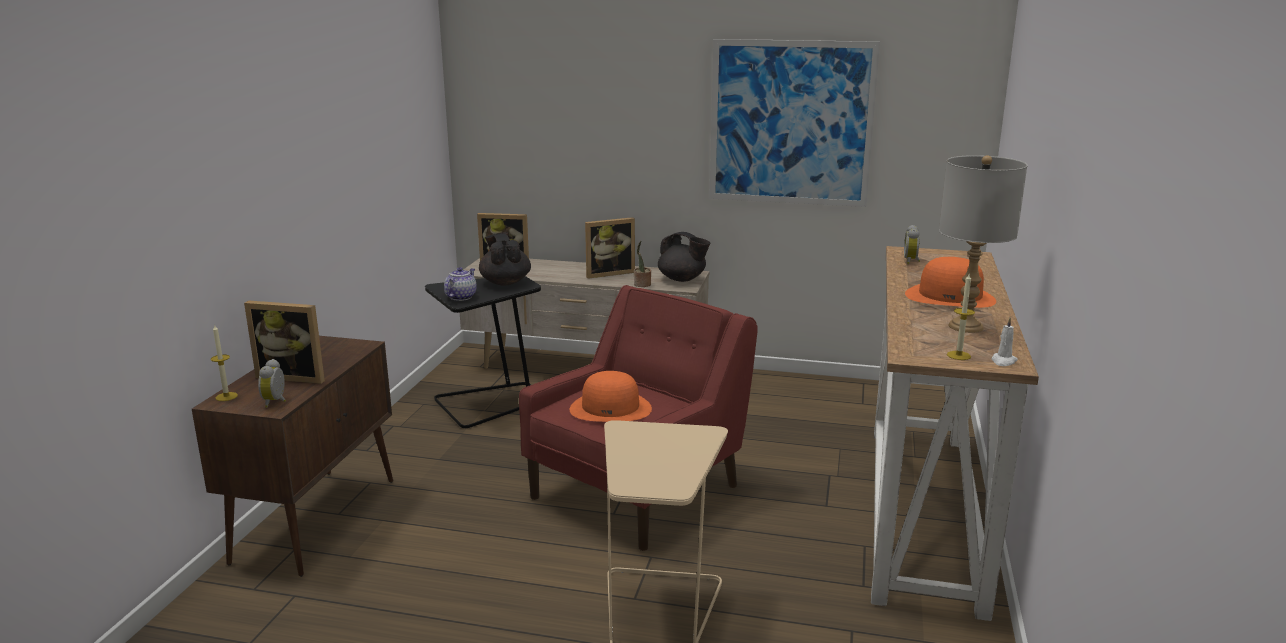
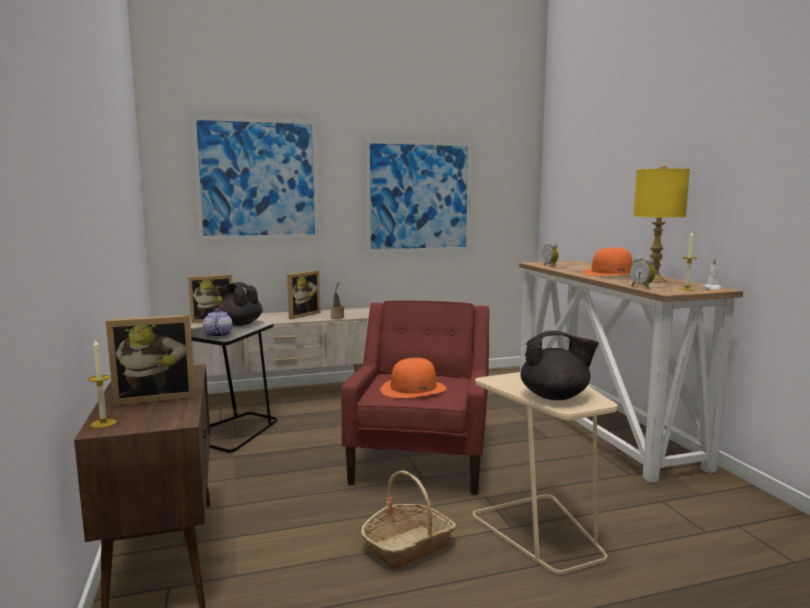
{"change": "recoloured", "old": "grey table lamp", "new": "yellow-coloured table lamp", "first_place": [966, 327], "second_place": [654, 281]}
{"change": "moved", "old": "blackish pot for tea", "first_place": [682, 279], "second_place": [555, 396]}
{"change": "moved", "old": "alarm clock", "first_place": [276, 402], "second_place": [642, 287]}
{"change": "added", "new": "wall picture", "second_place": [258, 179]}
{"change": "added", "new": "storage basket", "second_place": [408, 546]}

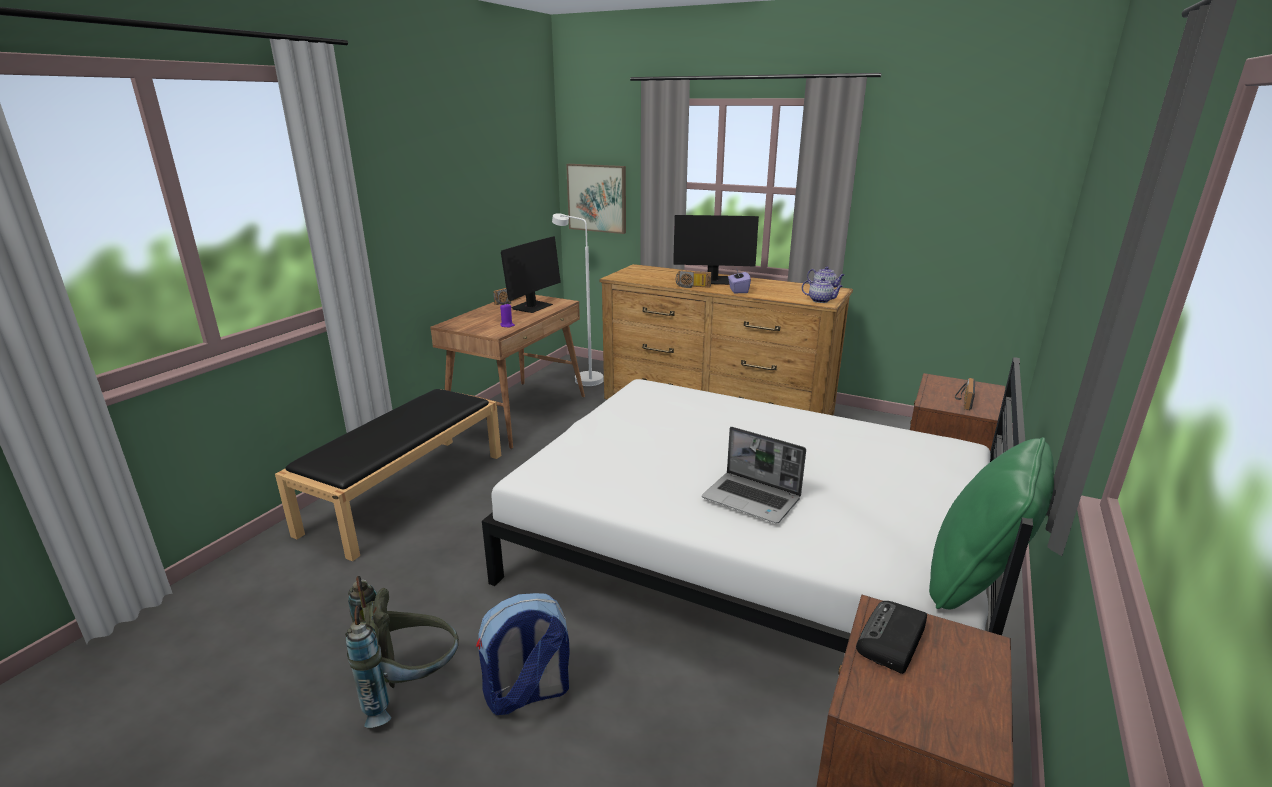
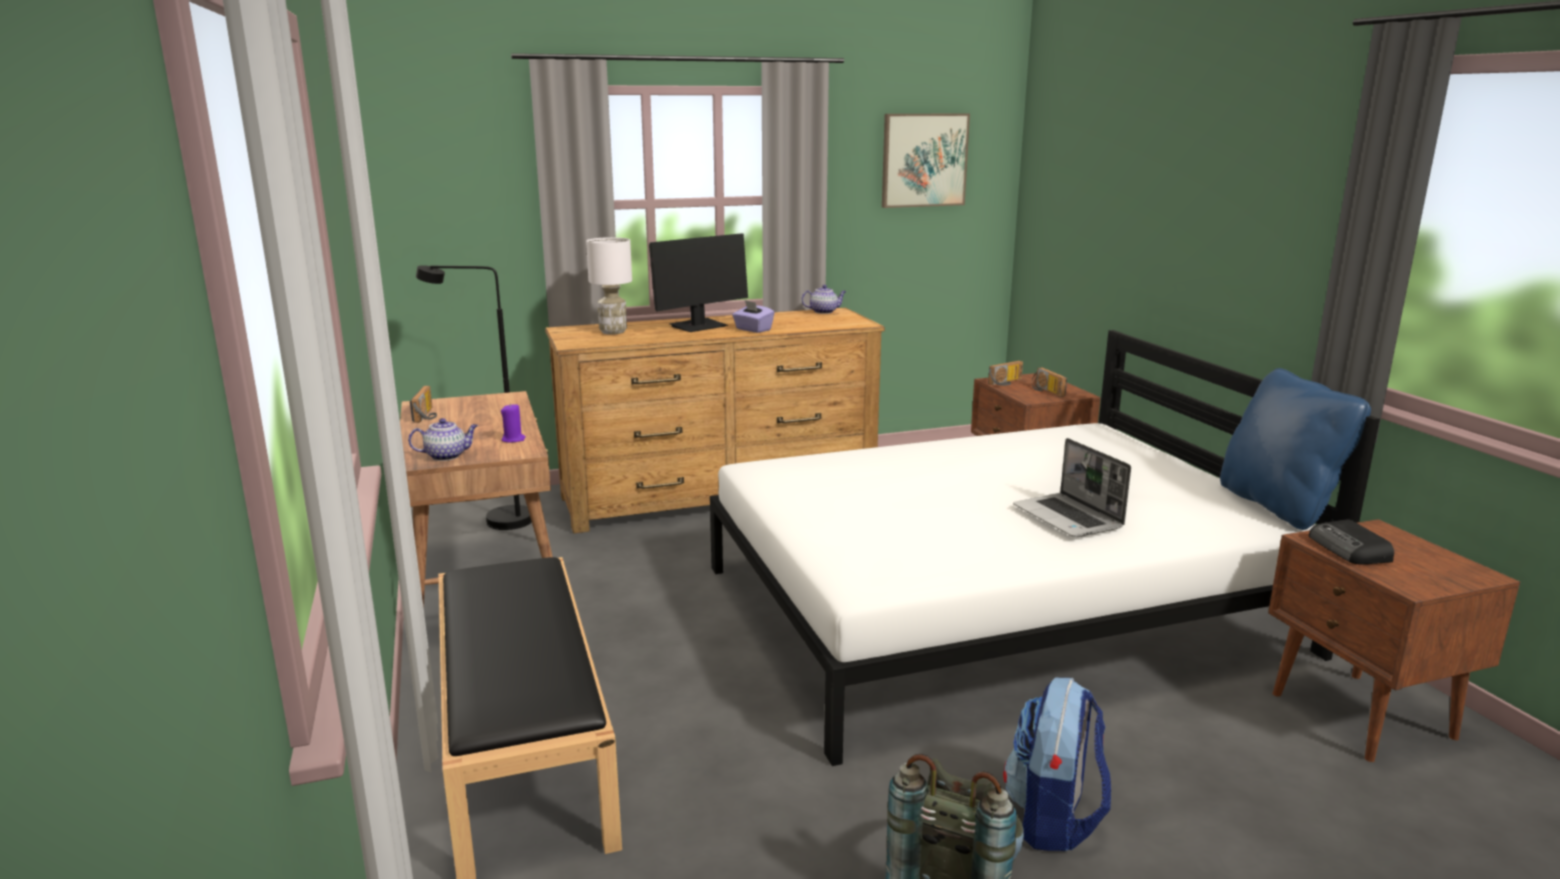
{"change": "moved", "old": "wall picture", "first_place": [597, 198], "second_place": [924, 160]}
{"change": "recoloured", "old": "whitish standard lamp", "new": "blackish standard lamp", "first_place": [583, 378], "second_place": [496, 521]}
{"change": "removed", "old": "computer display", "first_place": [532, 307]}
{"change": "moved", "old": "radio set", "first_place": [692, 286], "second_place": [1006, 382]}
{"change": "moved", "old": "pot for tea", "first_place": [821, 300], "second_place": [447, 456]}
{"change": "turned", "old": "notebook computer", "first_place": [752, 499], "second_place": [1069, 518], "degrees": 75}
{"change": "recoloured", "old": "green throw pillow", "new": "blue throw pillow", "first_place": [975, 580], "second_place": [1279, 506]}
{"change": "added", "new": "whitish table lamp", "second_place": [613, 332]}

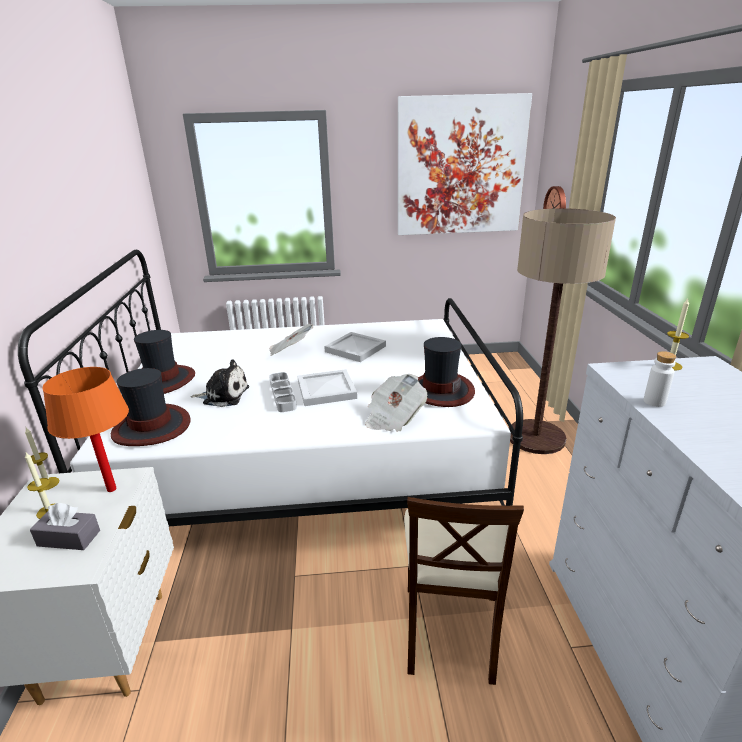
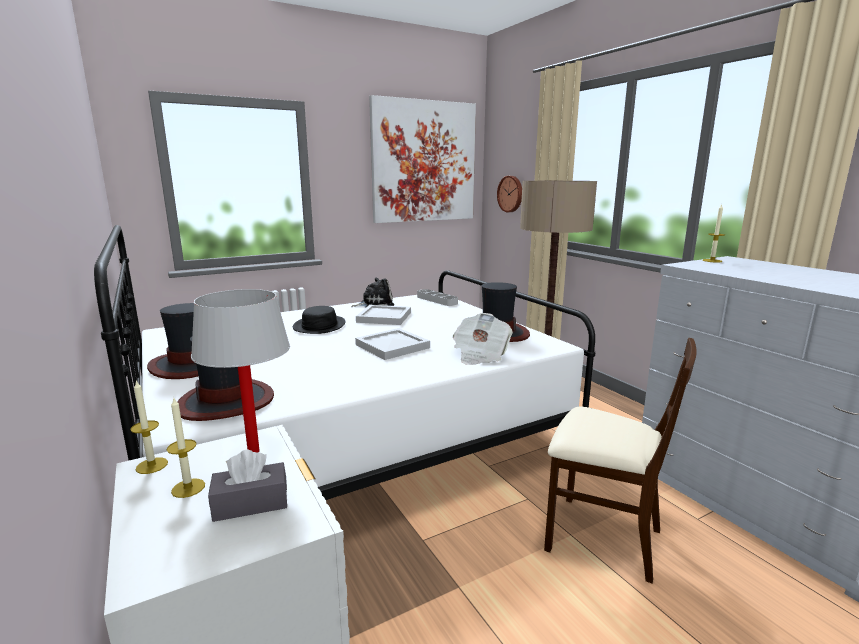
{"change": "replaced", "old": "daily paper", "new": "blackish wearable hat", "first_place": [290, 351], "second_place": [319, 326]}
{"change": "removed", "old": "whitish bottle", "first_place": [654, 402]}
{"change": "moved", "old": "cuddly toy", "first_place": [223, 395], "second_place": [375, 304]}
{"change": "recoloured", "old": "orange table lamp", "new": "whitish table lamp", "first_place": [111, 489], "second_place": [253, 451]}
{"change": "moved", "old": "grey tray", "first_place": [282, 395], "second_place": [437, 300]}
{"change": "turned", "old": "sand-coloured plain chair", "first_place": [450, 629], "second_place": [601, 537], "degrees": -45}

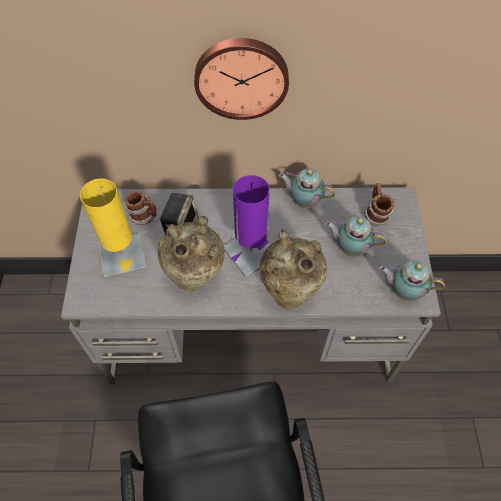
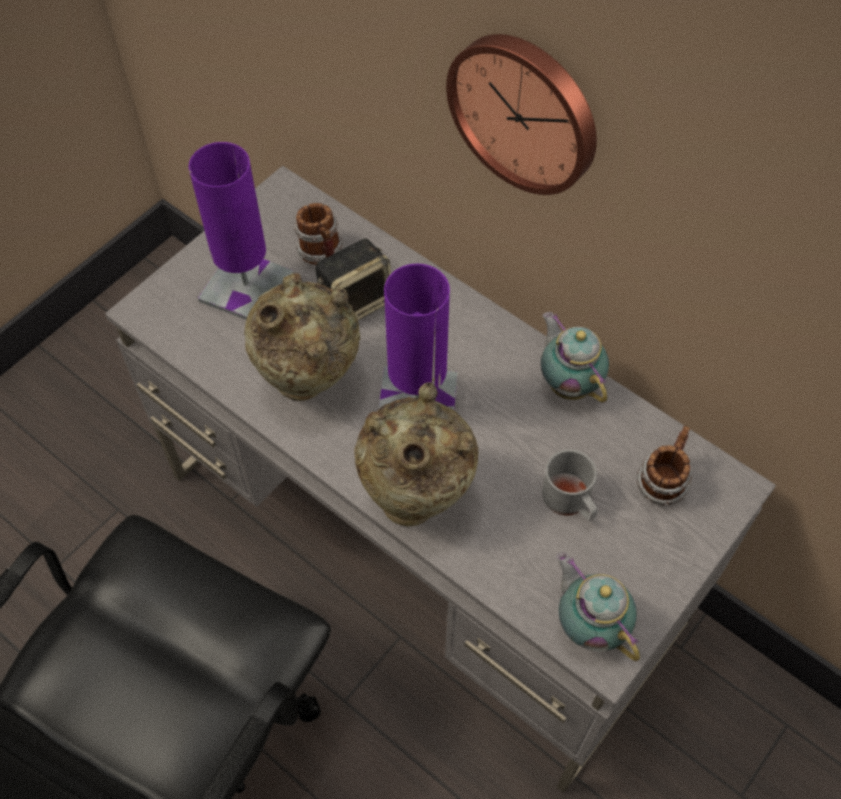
{"change": "recoloured", "old": "yellow-coloured table lamp", "new": "purple table lamp", "first_place": [122, 255], "second_place": [246, 287]}
{"change": "replaced", "old": "pot for tea", "new": "grey coffee mug", "first_place": [350, 248], "second_place": [570, 501]}

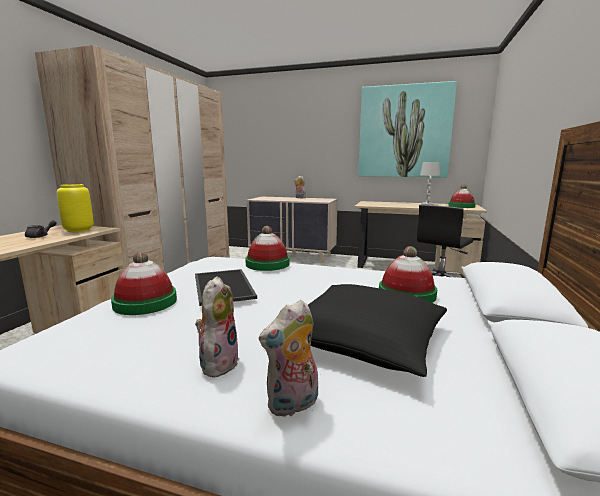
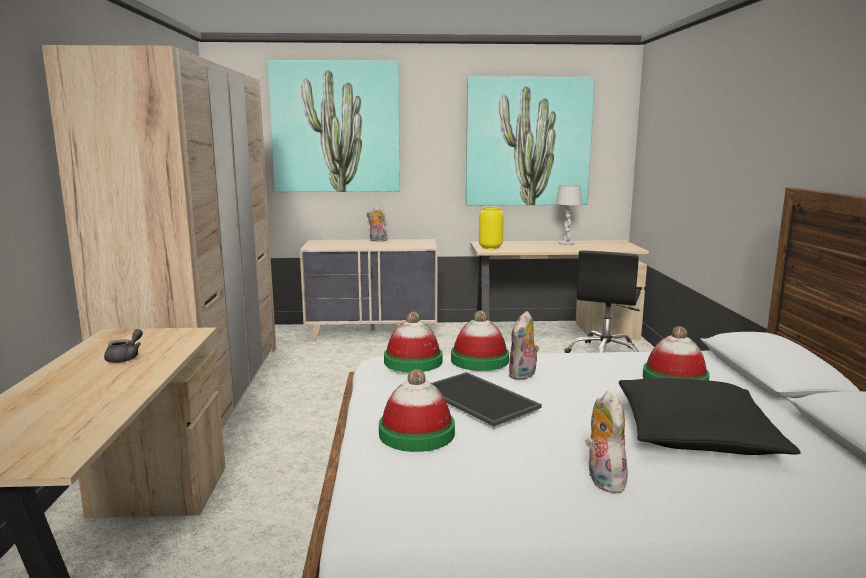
{"change": "moved", "old": "yellow-coloured vase", "first_place": [79, 230], "second_place": [490, 247]}
{"change": "moved", "old": "wearable hat", "first_place": [461, 206], "second_place": [413, 361]}
{"change": "moved", "old": "cuddly toy", "first_place": [293, 405], "second_place": [523, 375]}
{"change": "added", "new": "wall picture", "second_place": [336, 127]}

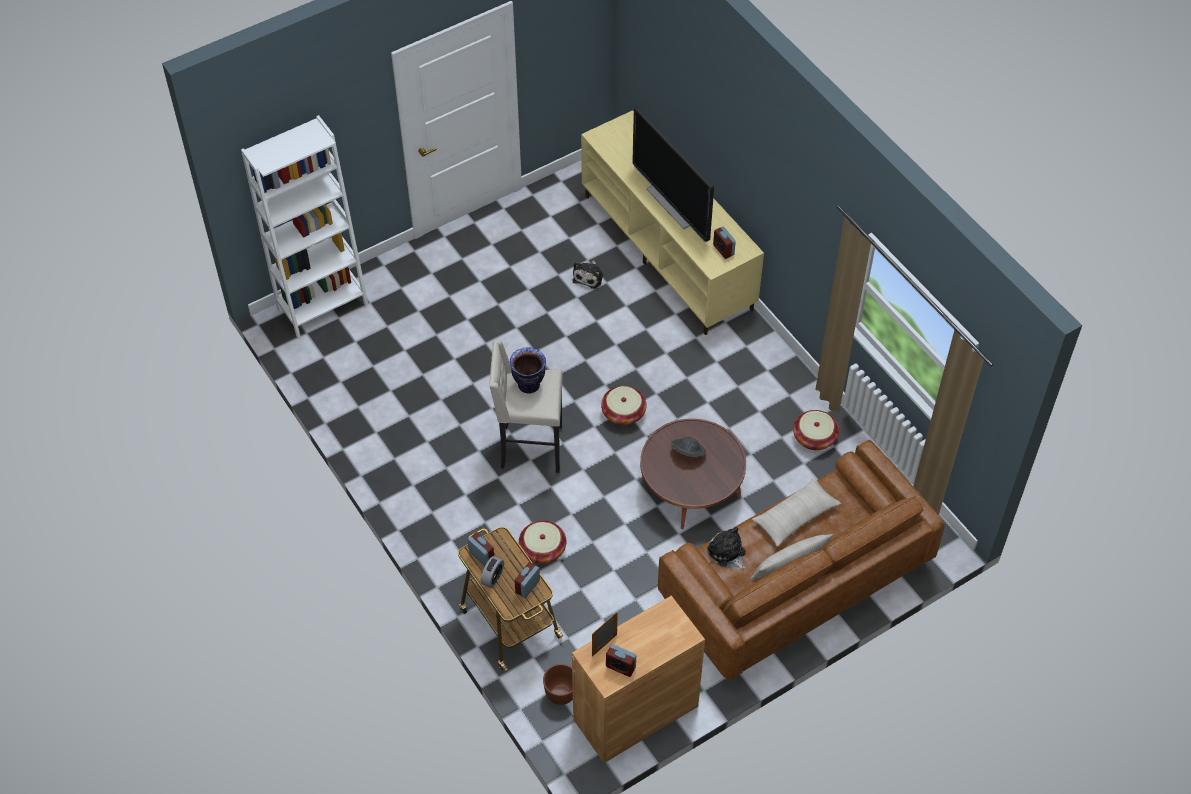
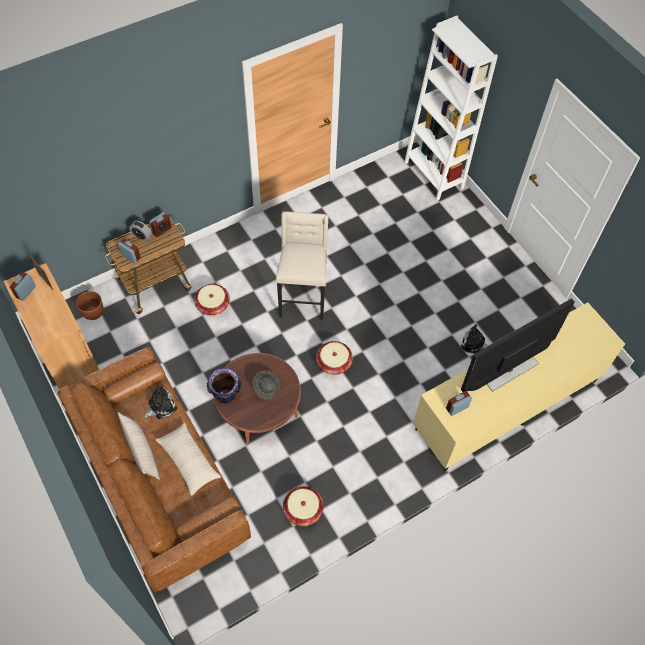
{"change": "moved", "old": "vase", "first_place": [529, 385], "second_place": [226, 396]}

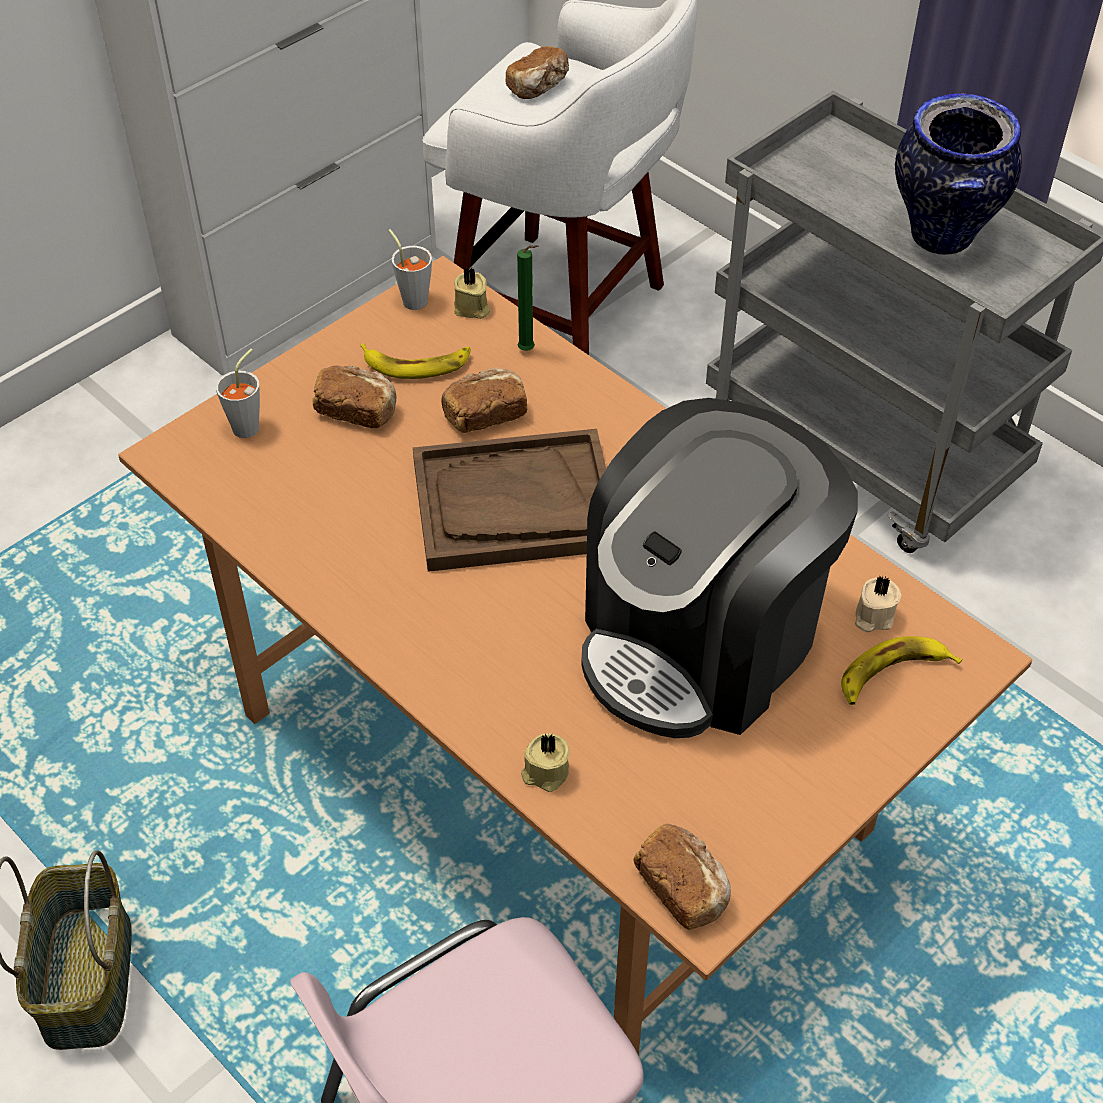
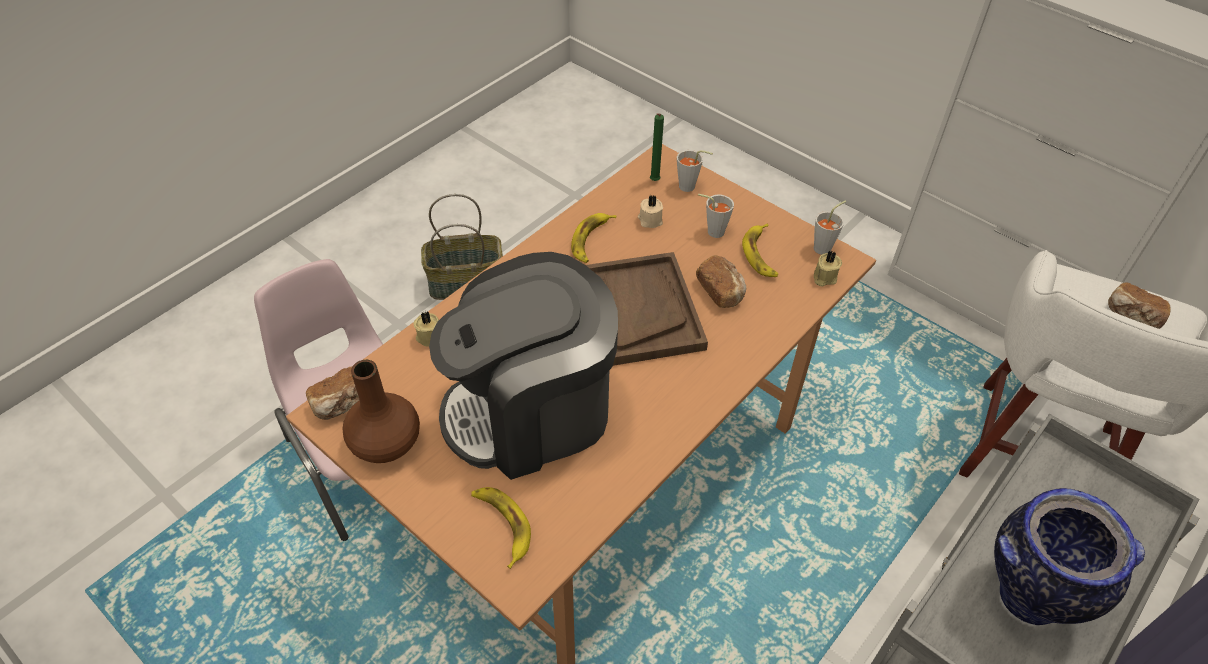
{"change": "moved", "old": "green candle", "first_place": [528, 351], "second_place": [654, 182]}
{"change": "replaced", "old": "bread", "new": "grey cup", "first_place": [357, 410], "second_place": [711, 231]}
{"change": "turned", "old": "coffee maker", "first_place": [702, 639], "second_place": [531, 412], "degrees": -60}
{"change": "moved", "old": "sand-coloured candle", "first_place": [872, 616], "second_place": [650, 220]}
{"change": "added", "new": "banana fruit", "second_place": [591, 240]}
{"change": "added", "new": "brown vase", "second_place": [385, 443]}

